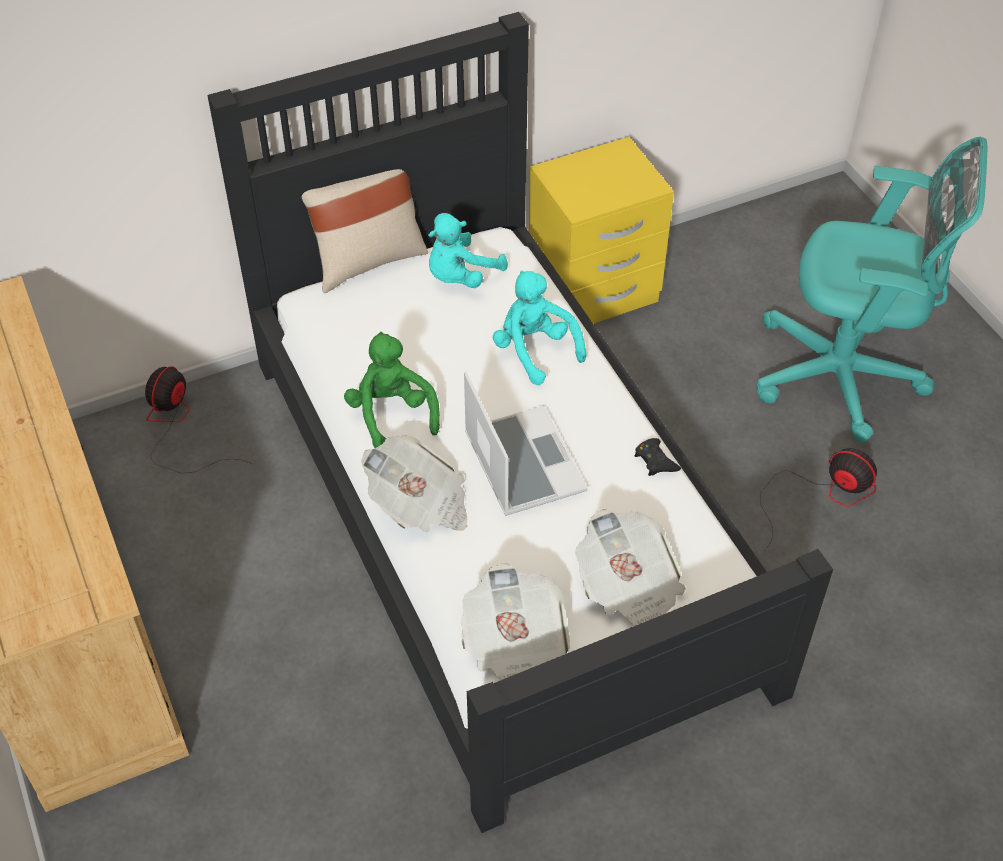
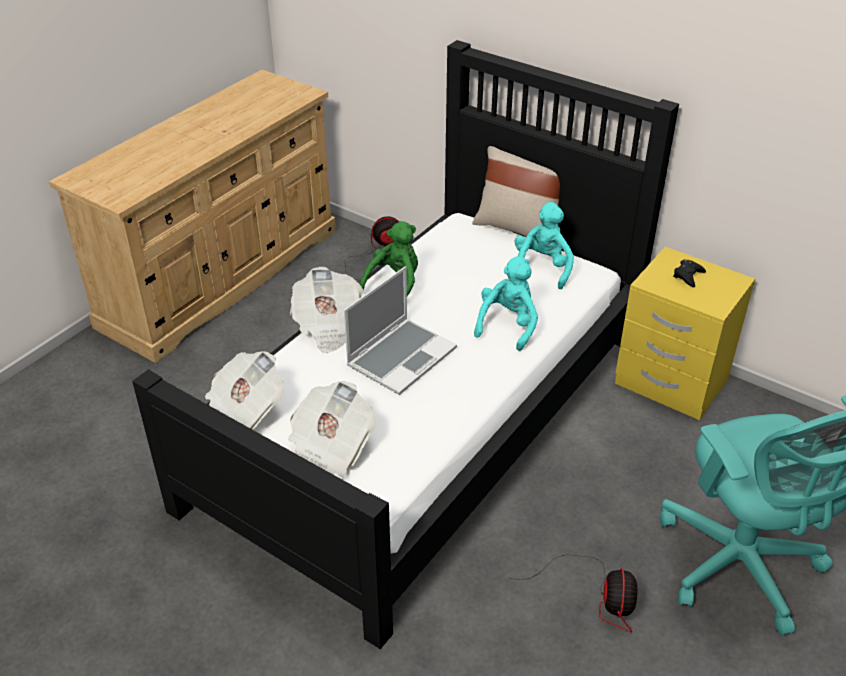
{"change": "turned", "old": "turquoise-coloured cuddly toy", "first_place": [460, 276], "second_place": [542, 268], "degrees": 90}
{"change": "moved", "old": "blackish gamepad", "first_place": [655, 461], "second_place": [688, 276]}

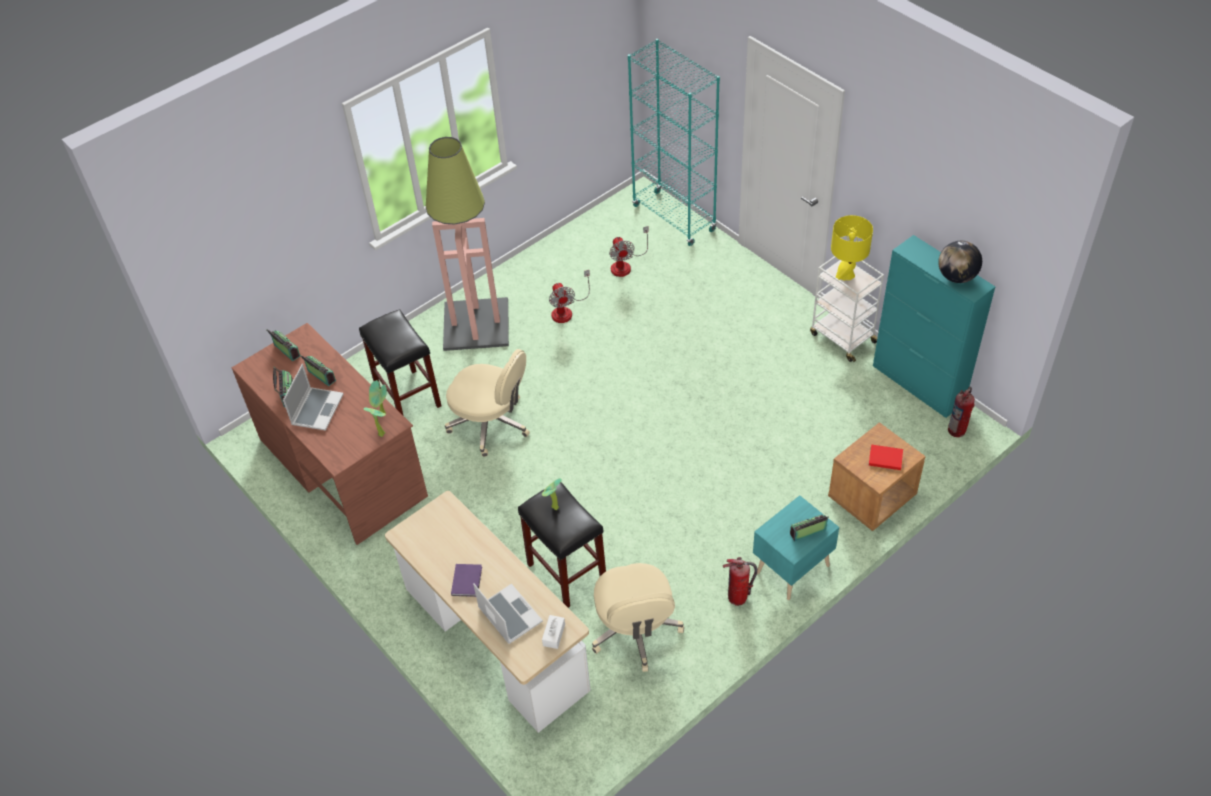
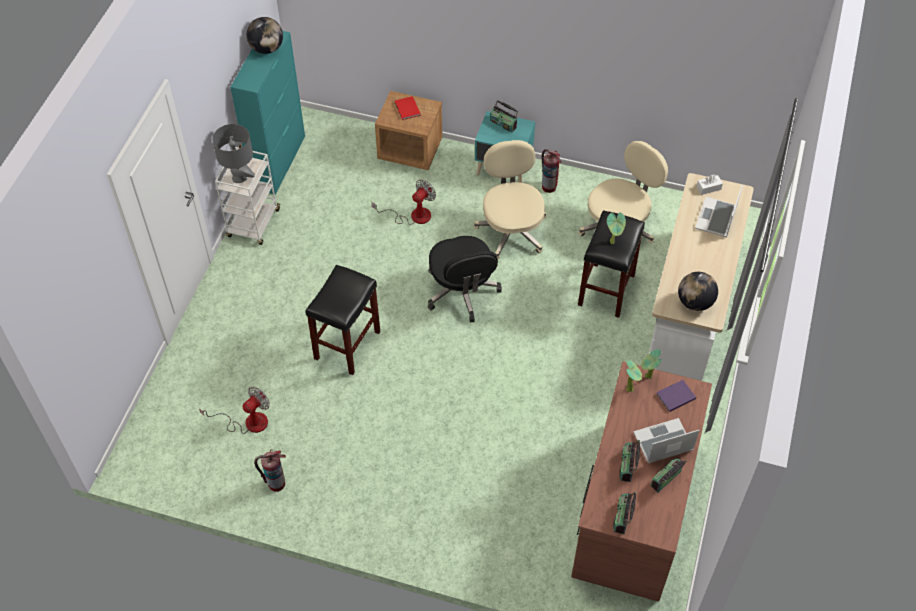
{"change": "removed", "old": "turquoise-coloured bookcase", "first_place": [674, 218]}
{"change": "removed", "old": "standard lamp", "first_place": [477, 324]}
{"change": "recoloured", "old": "yellow-coloured table lamp", "new": "grey table lamp", "first_place": [846, 275], "second_place": [239, 178]}
{"change": "moved", "old": "fan", "first_place": [566, 310], "second_place": [413, 216]}
{"change": "moved", "old": "blackish stool seat", "first_place": [409, 397], "second_place": [347, 344]}
{"change": "moved", "old": "sand-coloured office chair", "first_place": [491, 423], "second_place": [511, 230]}
{"change": "moved", "old": "fire-fighting cylinder", "first_place": [957, 430], "second_place": [276, 483]}
{"change": "moved", "old": "purple book", "first_place": [467, 580], "second_place": [674, 396]}
{"change": "added", "new": "blackish office chair", "second_place": [462, 292]}
{"change": "added", "new": "globe", "second_place": [694, 302]}

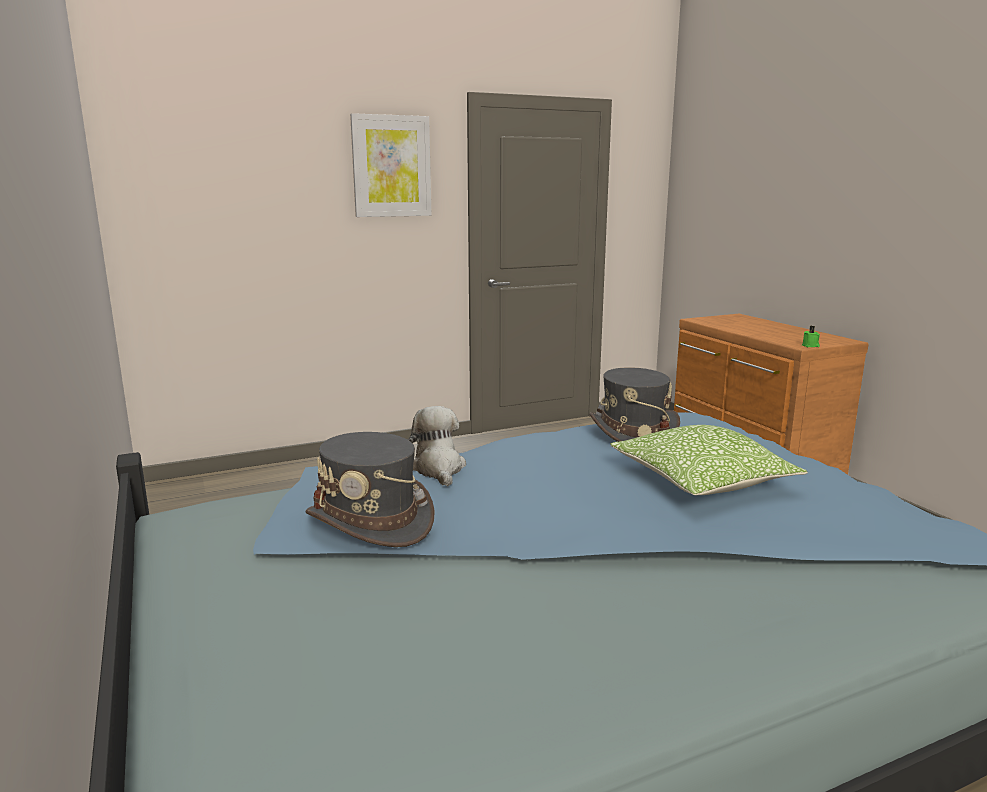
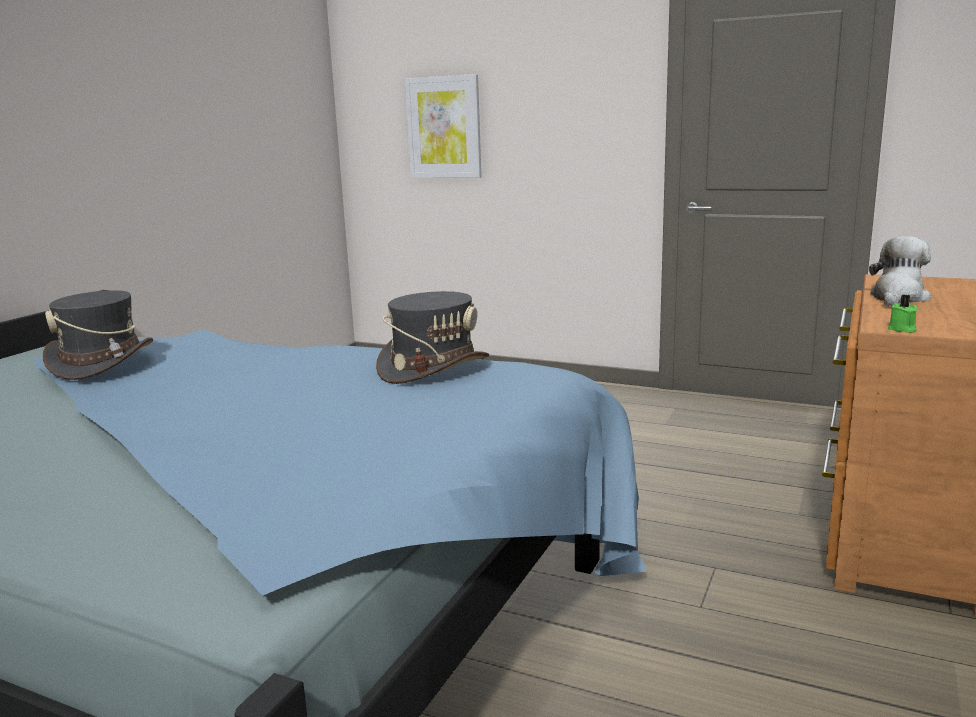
{"change": "moved", "old": "wall picture", "first_place": [391, 166], "second_place": [444, 127]}
{"change": "moved", "old": "cuddly toy", "first_place": [438, 469], "second_place": [897, 298]}
{"change": "removed", "old": "throw pillow", "first_place": [701, 481]}

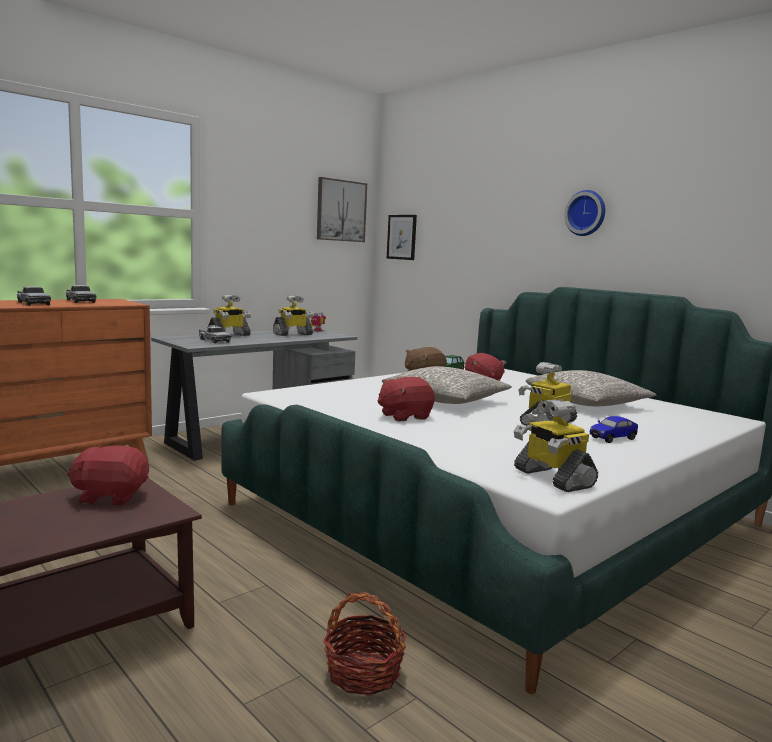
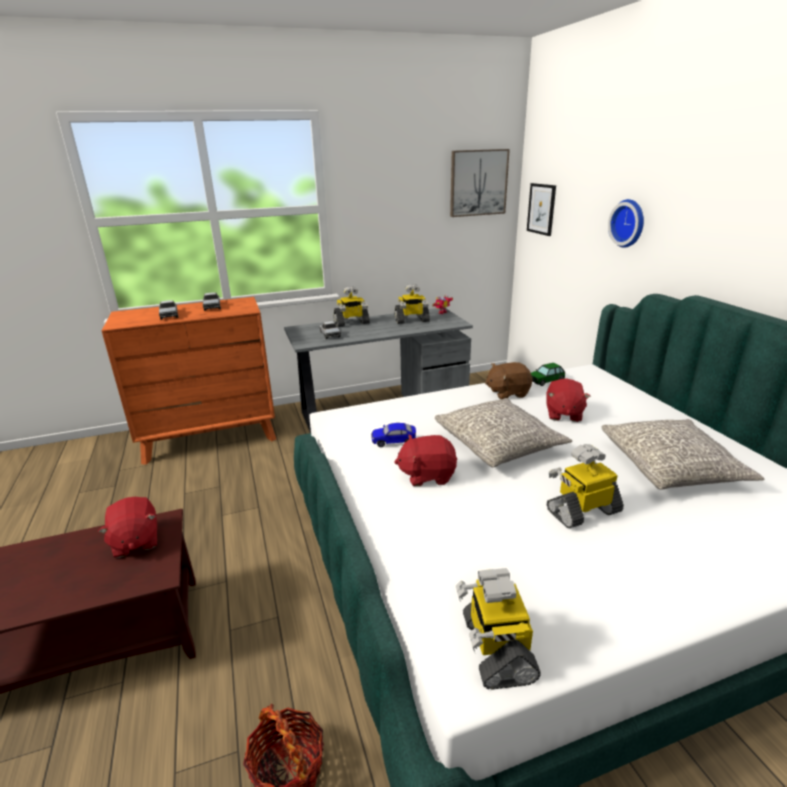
{"change": "moved", "old": "wall clock", "first_place": [586, 213], "second_place": [629, 223]}
{"change": "moved", "old": "model car", "first_place": [612, 438], "second_place": [393, 442]}
{"change": "turned", "old": "red cuddly toy", "first_place": [111, 496], "second_place": [135, 541], "degrees": -135}

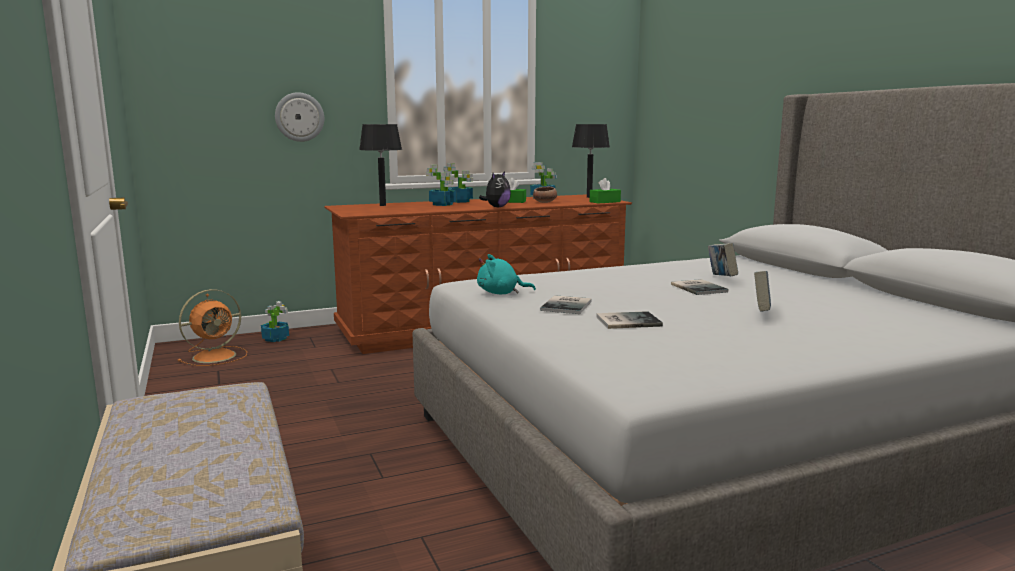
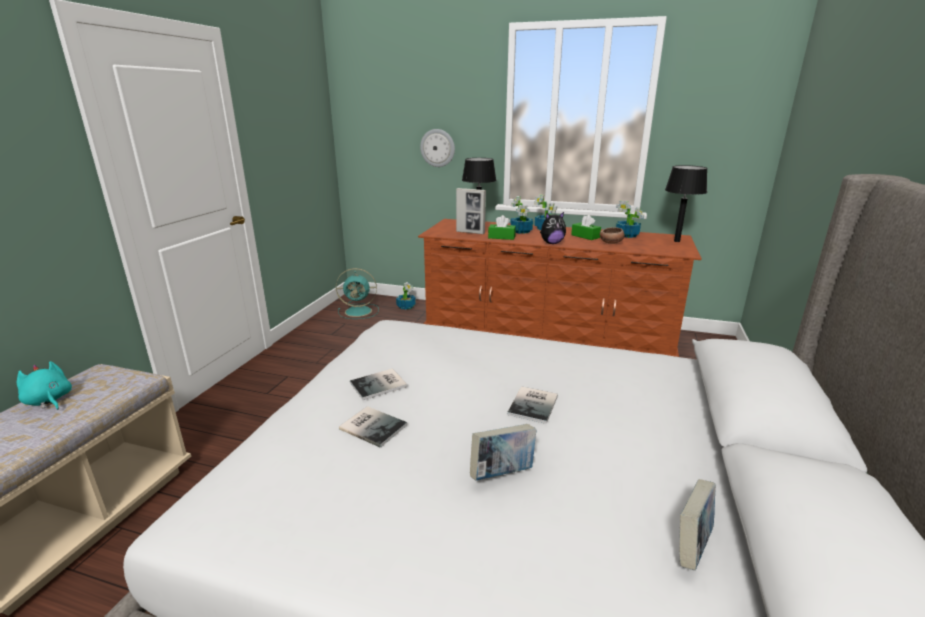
{"change": "moved", "old": "green tissue holder", "first_place": [605, 202], "second_place": [501, 237]}
{"change": "moved", "old": "book", "first_place": [721, 278], "second_place": [691, 546]}
{"change": "moved", "old": "turquoise-coloured cuddly toy", "first_place": [501, 293], "second_place": [49, 401]}
{"change": "recoloured", "old": "orange fan", "new": "turquoise-coloured fan", "first_place": [216, 356], "second_place": [359, 311]}
{"change": "added", "new": "standing frame", "second_place": [470, 232]}

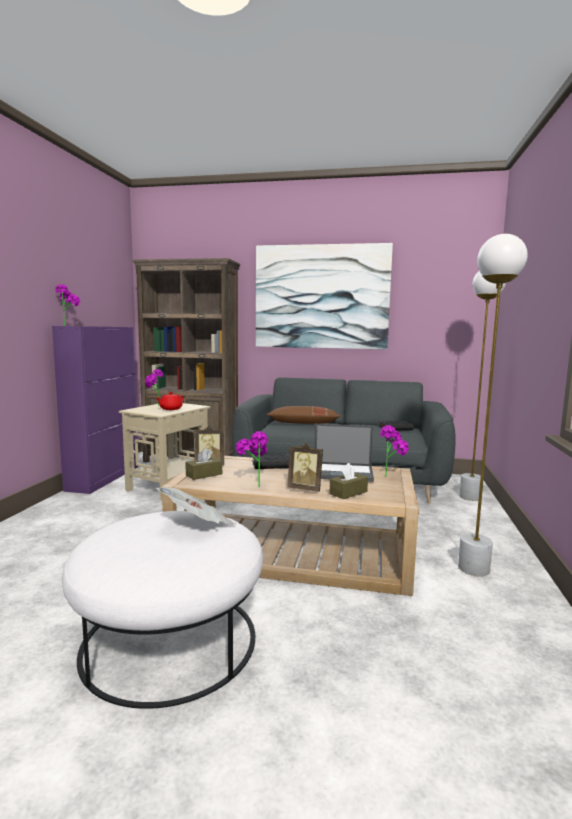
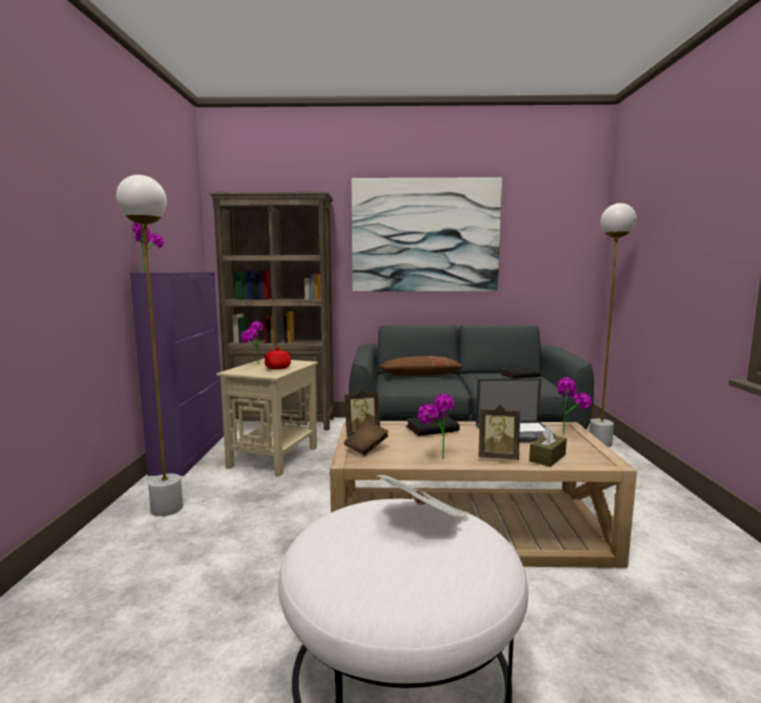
{"change": "moved", "old": "whitish standard lamp", "first_place": [474, 569], "second_place": [167, 509]}
{"change": "replaced", "old": "brown tissue holder", "new": "brown book", "first_place": [204, 474], "second_place": [366, 448]}

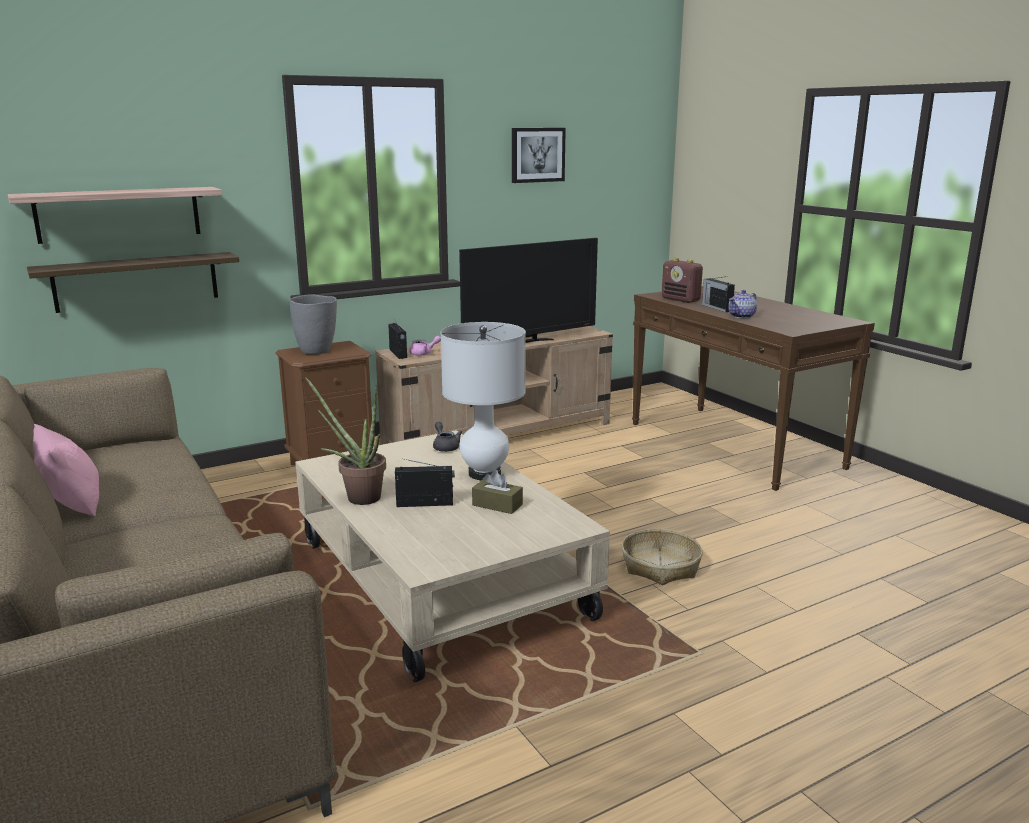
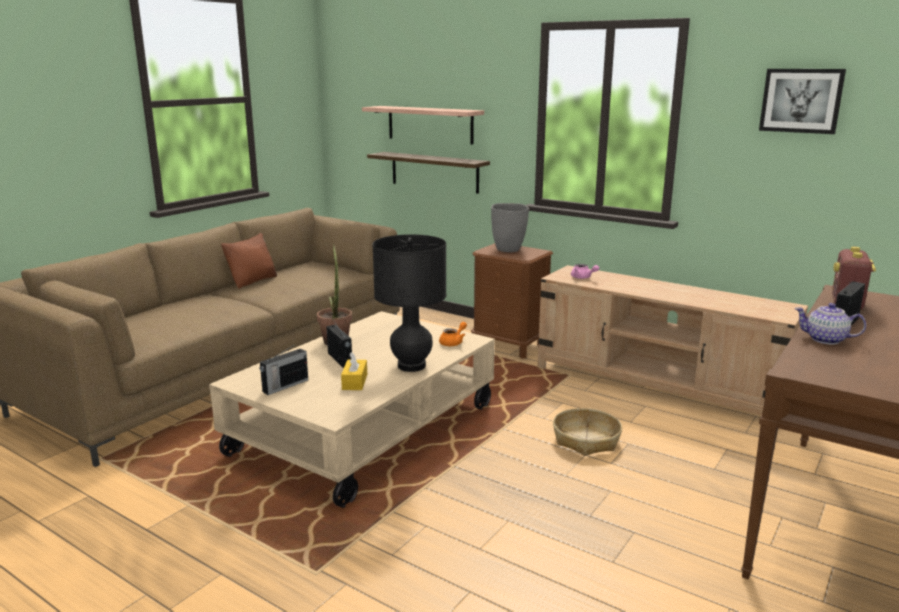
{"change": "removed", "old": "TV set", "first_place": [529, 342]}
{"change": "moved", "old": "radio set", "first_place": [398, 353], "second_place": [284, 386]}
{"change": "recoloured", "old": "whitish table lamp", "new": "blackish table lamp", "first_place": [484, 474], "second_place": [411, 366]}
{"change": "recoloured", "old": "grey pot for tea", "new": "orange pot for tea", "first_place": [445, 447], "second_place": [453, 342]}
{"change": "recoloured", "old": "pink-coloured throw pillow", "new": "brown throw pillow", "first_place": [73, 504], "second_place": [253, 281]}
{"change": "recoloured", "old": "brown tissue holder", "new": "yellow-coloured tissue holder", "first_place": [497, 505], "second_place": [354, 382]}
{"change": "moved", "old": "storage basket", "first_place": [660, 567], "second_place": [585, 440]}

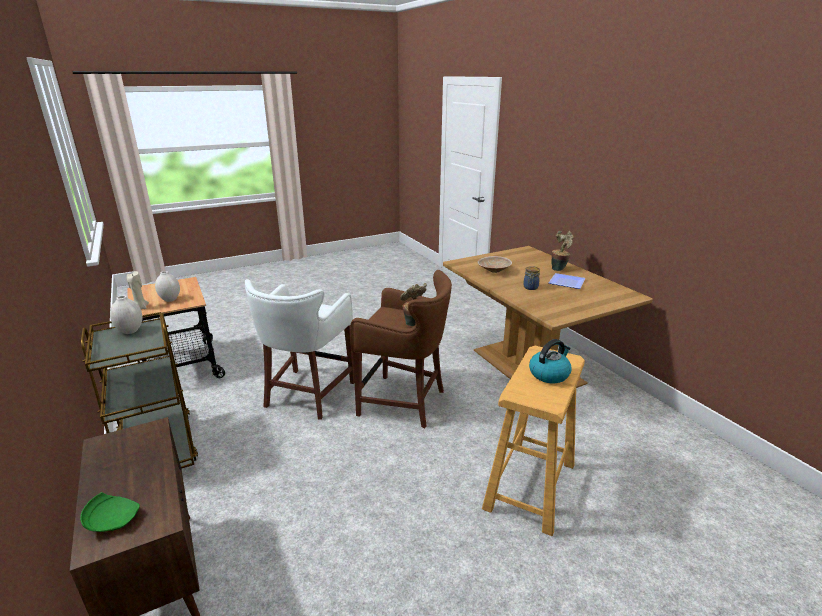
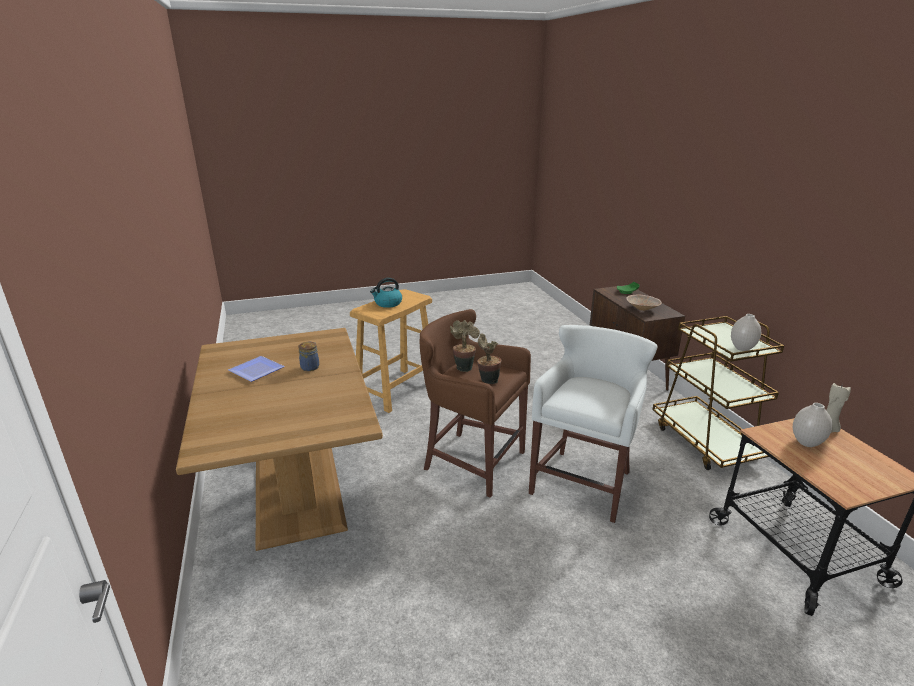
{"change": "moved", "old": "houseplant", "first_place": [559, 269], "second_place": [487, 381]}
{"change": "moved", "old": "sand-coloured deep dish", "first_place": [493, 271], "second_place": [642, 309]}

